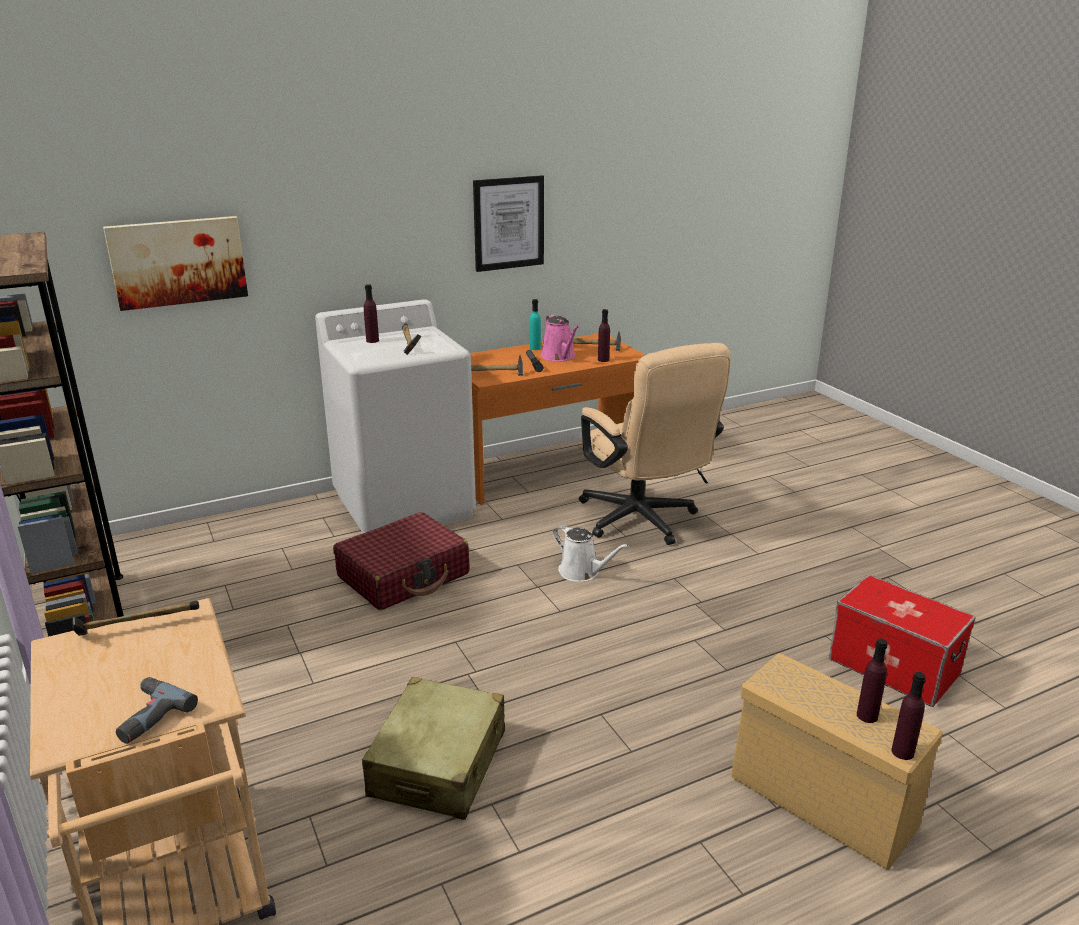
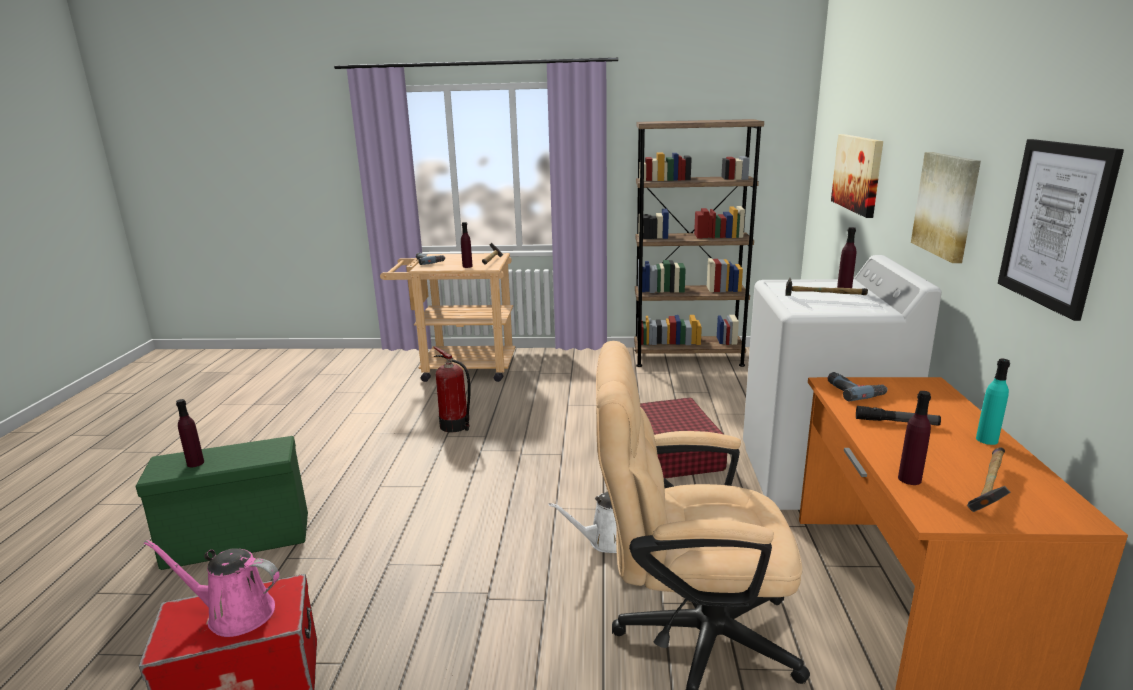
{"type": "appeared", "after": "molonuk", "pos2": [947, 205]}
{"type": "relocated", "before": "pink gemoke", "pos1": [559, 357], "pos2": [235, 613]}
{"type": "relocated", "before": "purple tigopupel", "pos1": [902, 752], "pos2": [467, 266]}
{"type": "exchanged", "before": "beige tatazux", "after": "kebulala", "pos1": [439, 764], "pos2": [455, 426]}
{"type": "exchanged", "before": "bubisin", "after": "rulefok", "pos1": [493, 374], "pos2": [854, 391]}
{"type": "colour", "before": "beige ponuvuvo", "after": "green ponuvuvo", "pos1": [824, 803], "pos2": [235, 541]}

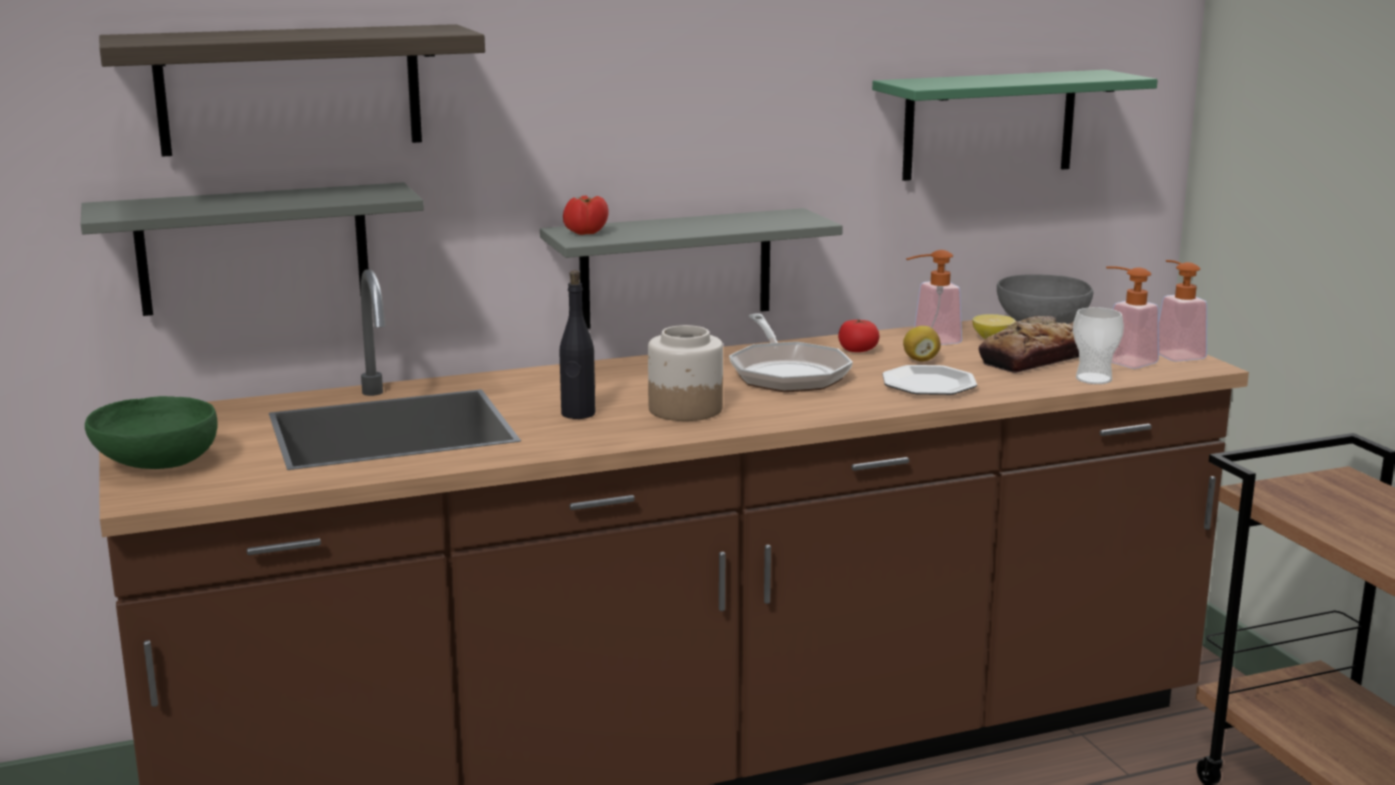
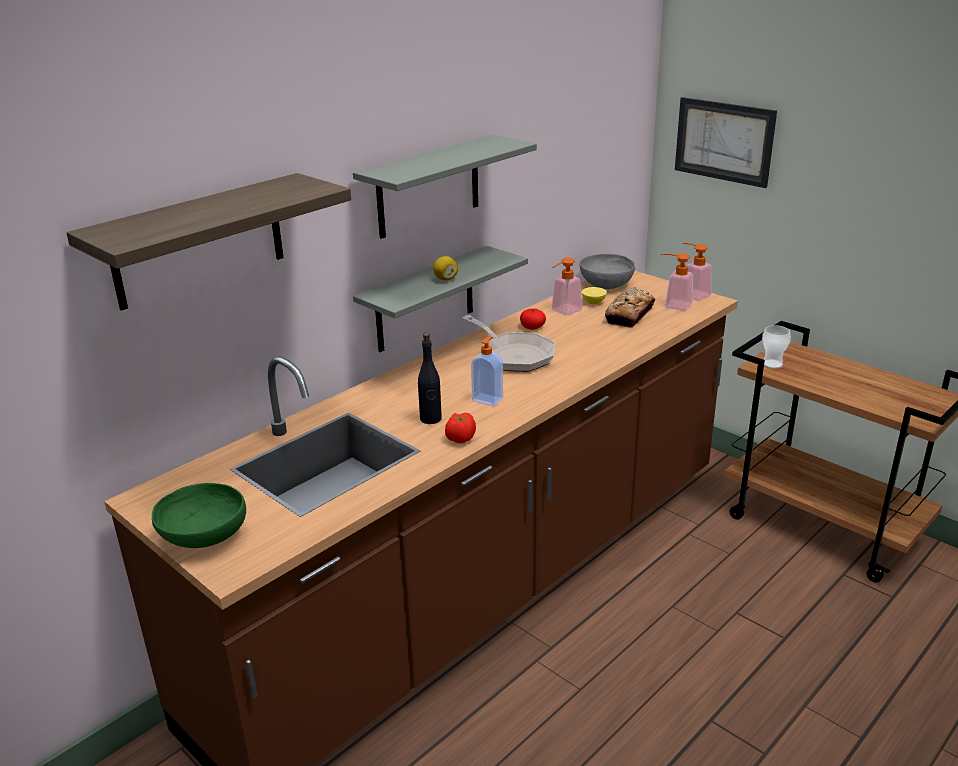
{"type": "missing", "before": "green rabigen", "pos1": [989, 124]}
{"type": "missing", "before": "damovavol", "pos1": [928, 385]}
{"type": "appeared", "after": "molonuk", "pos2": [724, 141]}
{"type": "relocated", "before": "grey rabigen", "pos1": [253, 249], "pos2": [428, 187]}
{"type": "relocated", "before": "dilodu", "pos1": [585, 233], "pos2": [460, 439]}
{"type": "relocated", "before": "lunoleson", "pos1": [920, 360], "pos2": [445, 279]}
{"type": "relocated", "before": "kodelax", "pos1": [1093, 379], "pos2": [772, 364]}
{"type": "exchanged", "before": "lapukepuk", "after": "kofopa", "pos1": [684, 409], "pos2": [488, 399]}

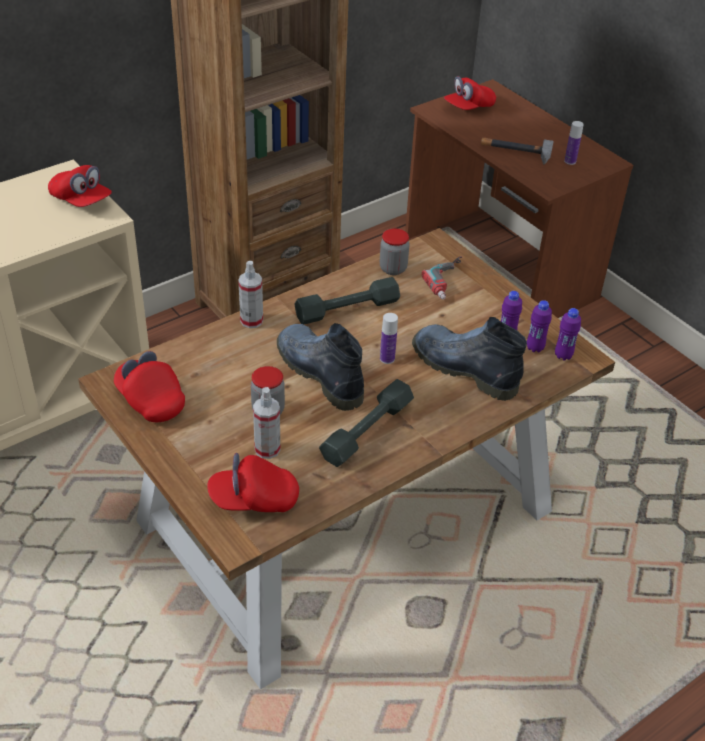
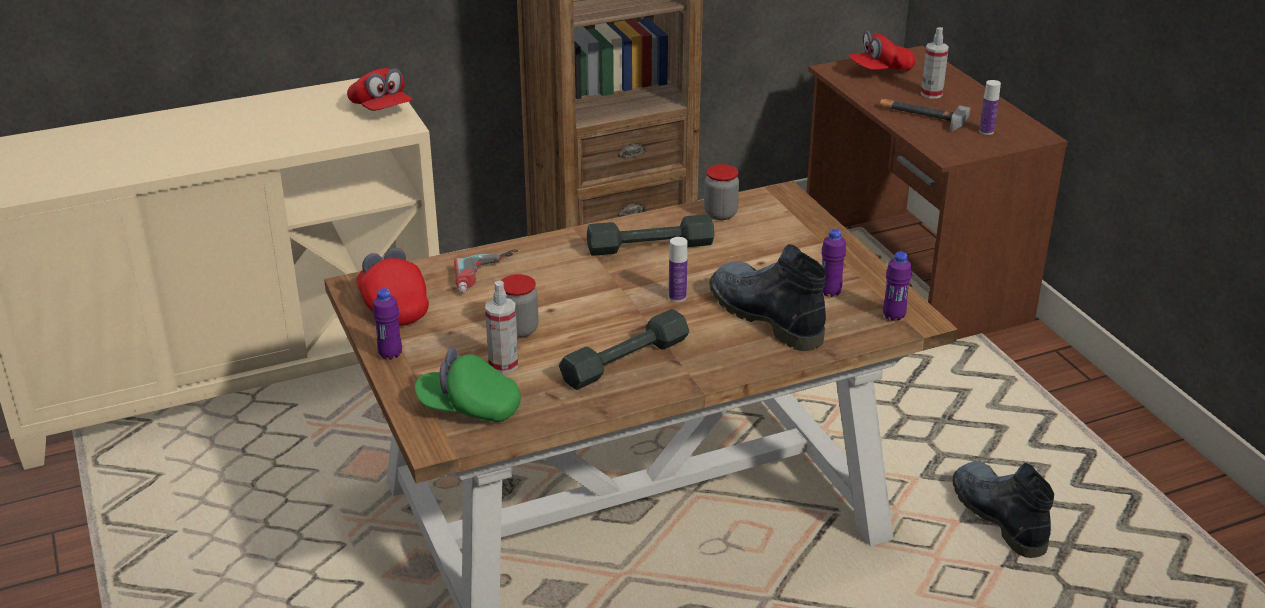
{"type": "relocated", "before": "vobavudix", "pos1": [251, 321], "pos2": [931, 94]}
{"type": "relocated", "before": "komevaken", "pos1": [318, 372], "pos2": [997, 516]}
{"type": "relocated", "before": "rulefok", "pos1": [450, 281], "pos2": [488, 276]}
{"type": "relocated", "before": "purple tigopupel", "pos1": [535, 348], "pos2": [390, 354]}
{"type": "colour", "before": "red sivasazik", "after": "green sivasazik", "pos1": [254, 499], "pos2": [469, 408]}

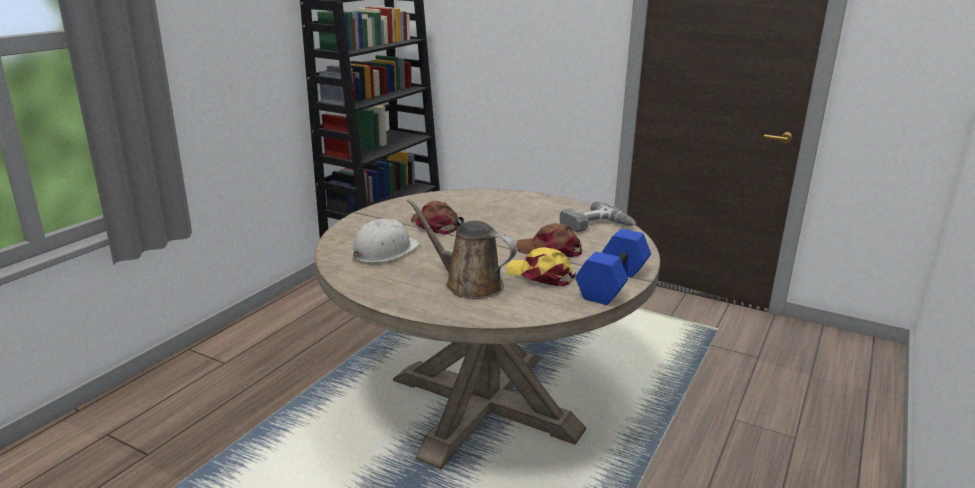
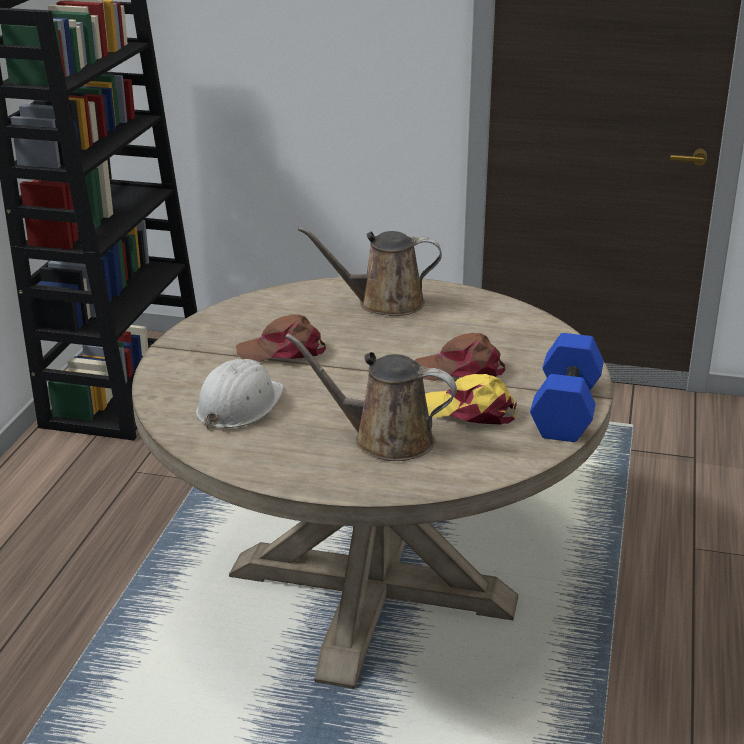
{"type": "missing", "before": "rulefok", "pos1": [597, 226]}
{"type": "appeared", "after": "brown gemoke", "pos2": [384, 303]}
{"type": "spun", "before": "brown sivasazik", "pos1": [435, 225], "pos2": [282, 351], "turn": -45}

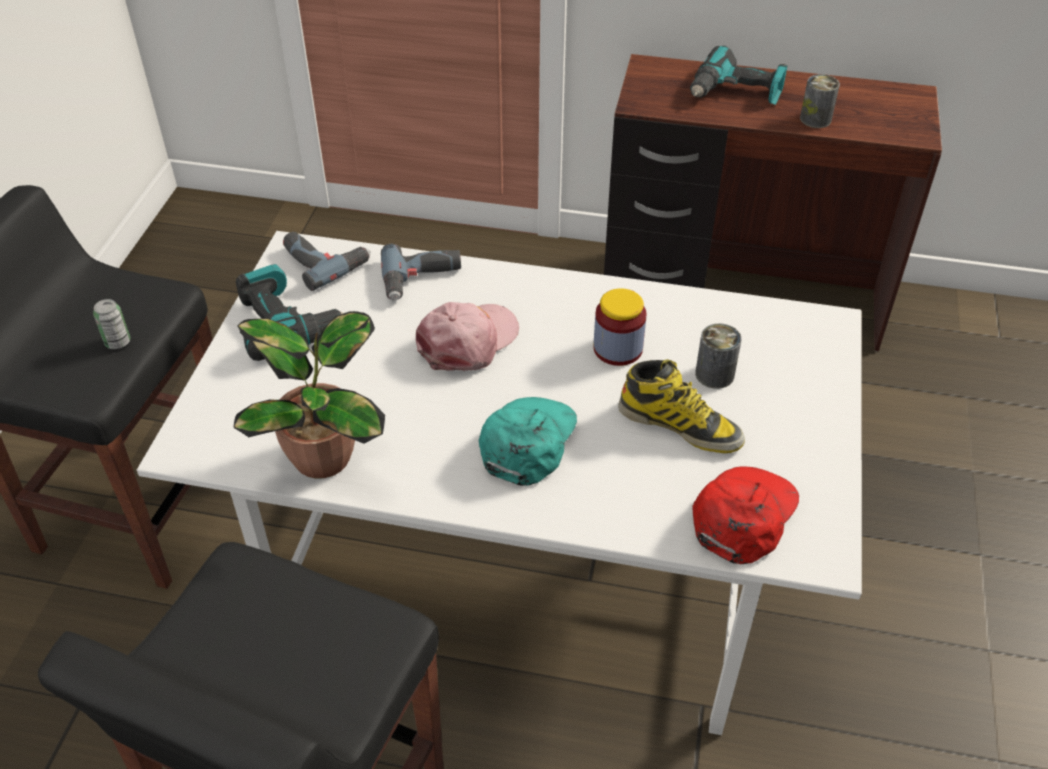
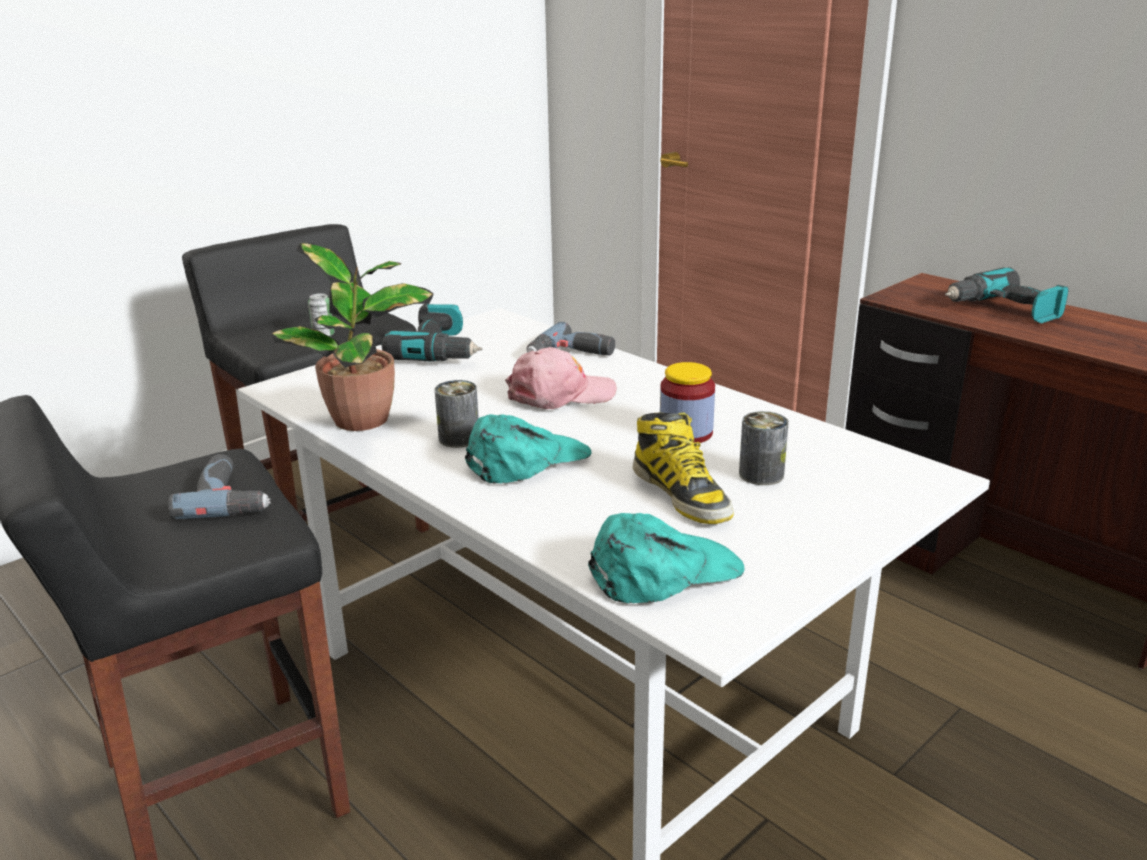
{"type": "relocated", "before": "rulefok", "pos1": [324, 260], "pos2": [231, 497]}
{"type": "relocated", "before": "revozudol", "pos1": [815, 119], "pos2": [459, 438]}
{"type": "colour", "before": "red sivasazik", "after": "turquoise sivasazik", "pos1": [743, 515], "pos2": [664, 571]}

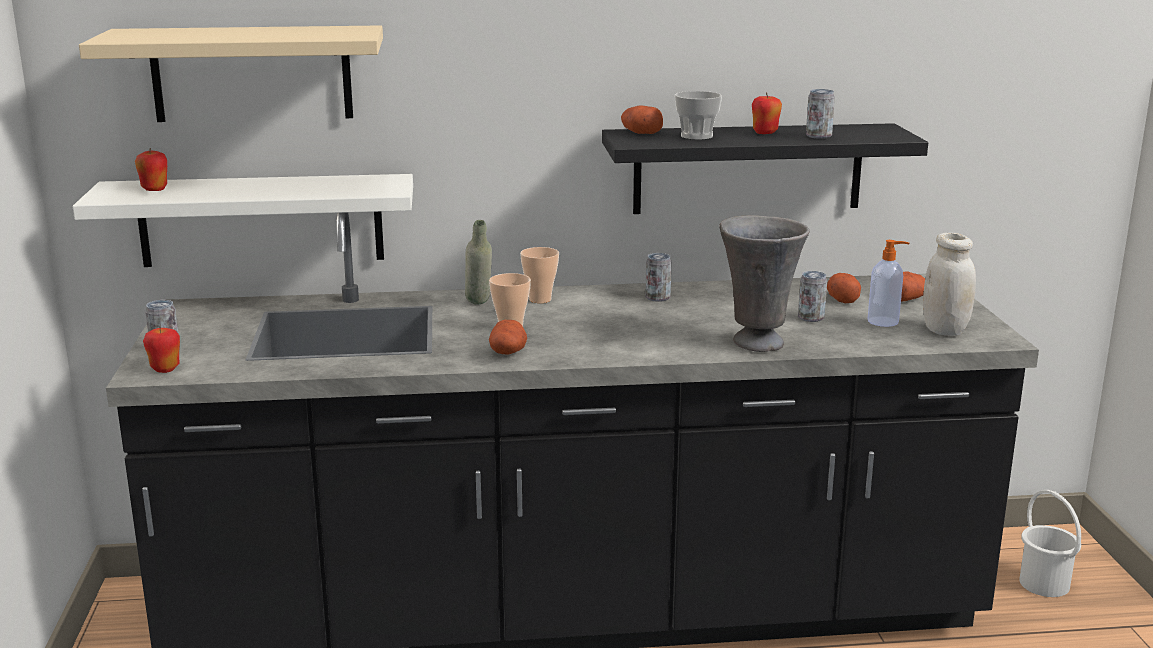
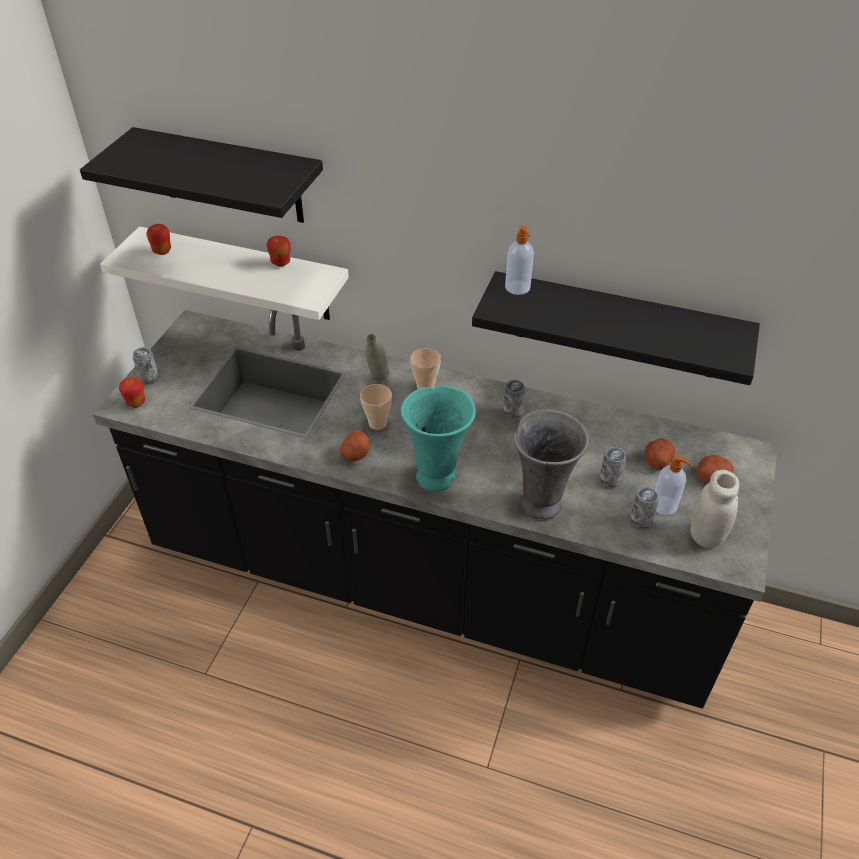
{"type": "missing", "before": "kodelax", "pos1": [696, 136]}
{"type": "missing", "before": "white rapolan", "pos1": [1044, 583]}
{"type": "appeared", "after": "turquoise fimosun", "pos2": [437, 476]}
{"type": "relocated", "before": "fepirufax", "pos1": [765, 133], "pos2": [281, 263]}
{"type": "relocated", "before": "revozudol", "pos1": [818, 136], "pos2": [640, 520]}
{"type": "exchanged", "before": "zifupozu", "after": "kofopa", "pos1": [640, 133], "pos2": [518, 288]}
{"type": "colour", "before": "beige rabigen", "after": "black rabigen", "pos1": [252, 73], "pos2": [230, 176]}

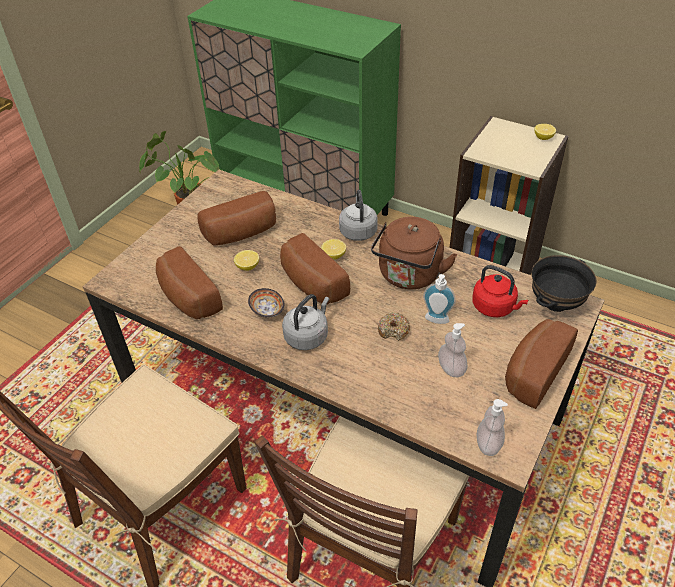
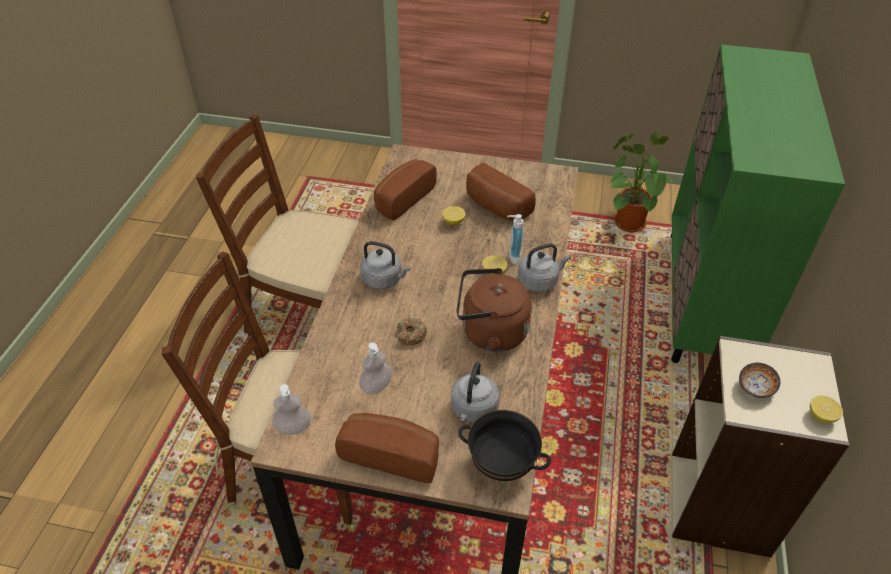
{"type": "missing", "before": "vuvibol", "pos1": [310, 284]}
{"type": "relocated", "before": "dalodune", "pos1": [267, 310], "pos2": [755, 387]}
{"type": "relocated", "before": "kofopa", "pos1": [436, 321], "pos2": [512, 257]}
{"type": "colour", "before": "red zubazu", "after": "grey zubazu", "pos1": [495, 307], "pos2": [473, 410]}

